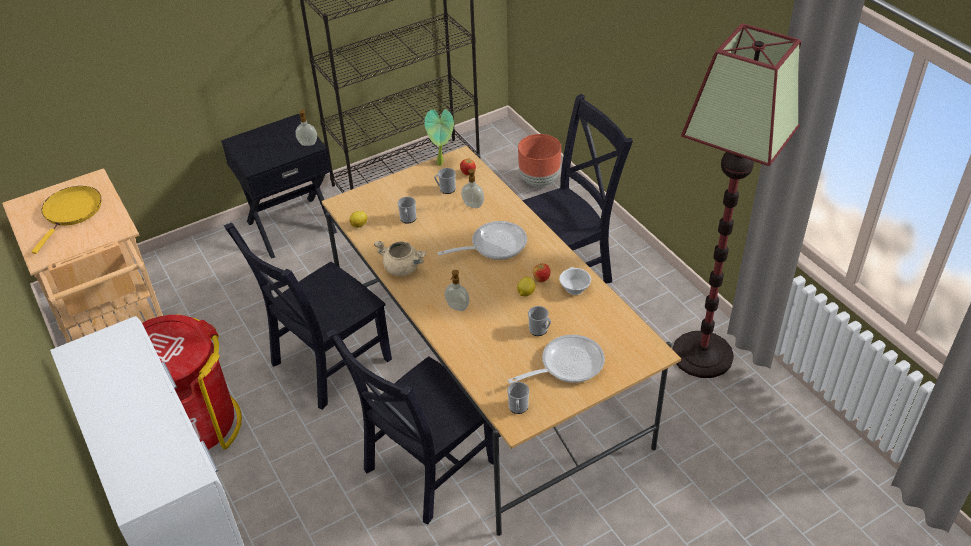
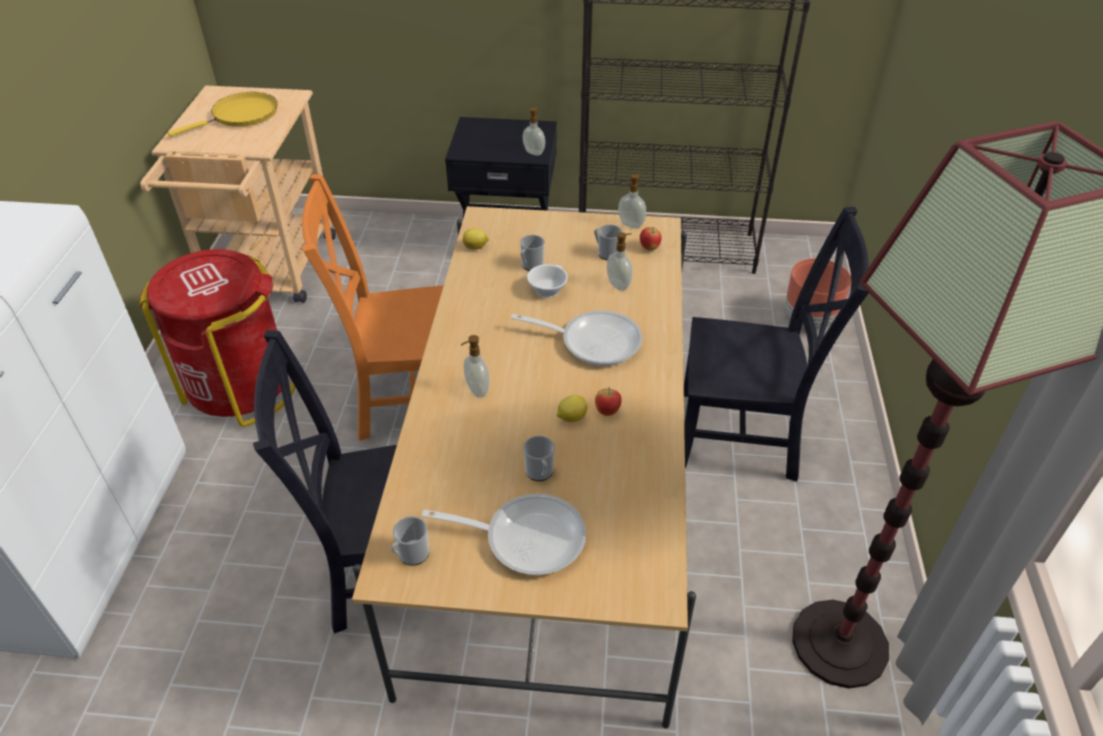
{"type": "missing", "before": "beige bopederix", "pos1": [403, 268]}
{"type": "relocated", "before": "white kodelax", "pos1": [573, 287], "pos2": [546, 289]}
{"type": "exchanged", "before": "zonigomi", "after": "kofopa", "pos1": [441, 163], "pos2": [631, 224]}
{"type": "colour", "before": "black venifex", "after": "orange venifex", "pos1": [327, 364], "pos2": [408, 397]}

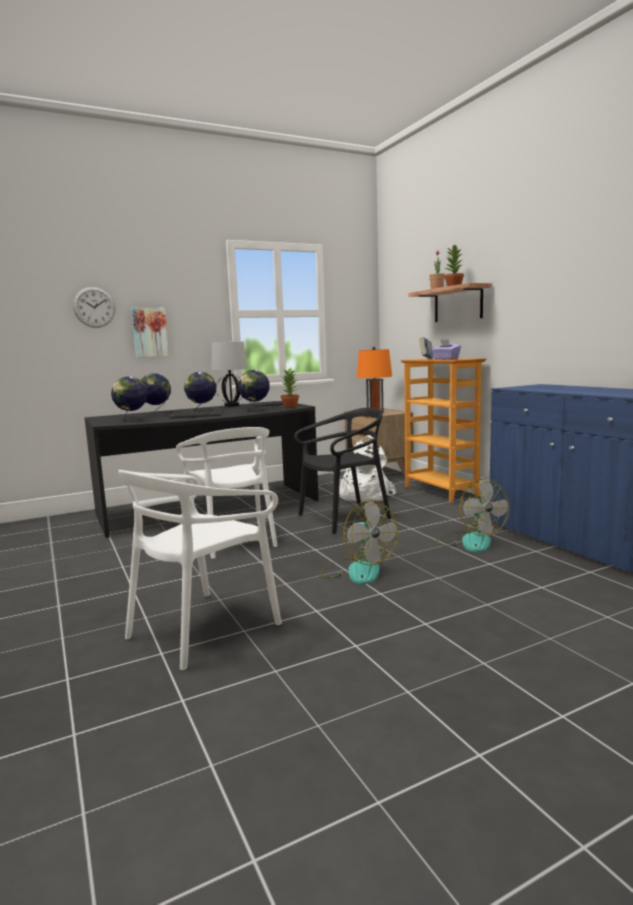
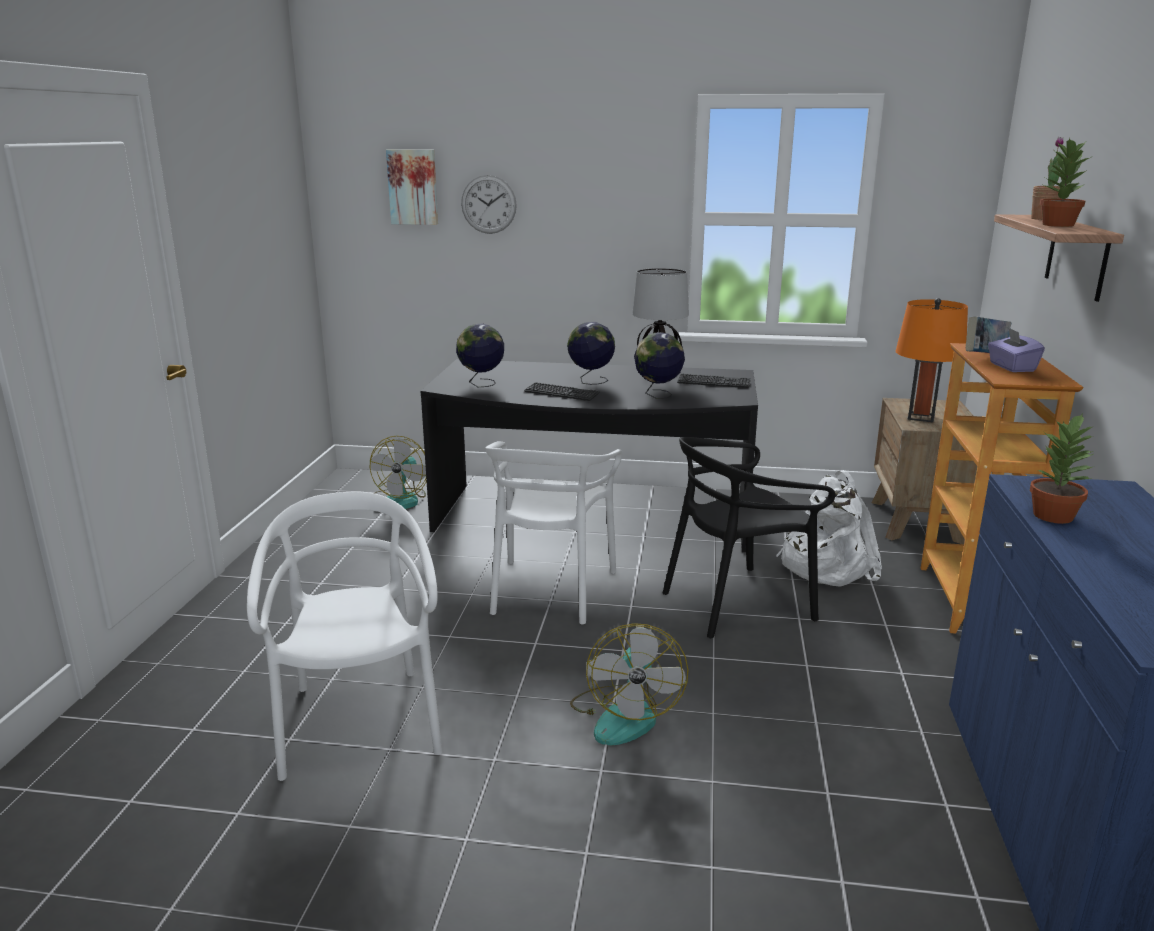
{"type": "missing", "before": "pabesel", "pos1": [156, 413]}
{"type": "relocated", "before": "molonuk", "pos1": [150, 332], "pos2": [413, 187]}
{"type": "relocated", "before": "zonigomi", "pos1": [290, 406], "pos2": [1054, 516]}
{"type": "relocated", "before": "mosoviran", "pos1": [470, 541], "pos2": [401, 500]}
{"type": "spun", "before": "white venifex", "pos1": [202, 628], "pos2": [359, 723], "turn": 90}
{"type": "spun", "before": "black venifex", "pos1": [344, 518], "pos2": [737, 603], "turn": 150}

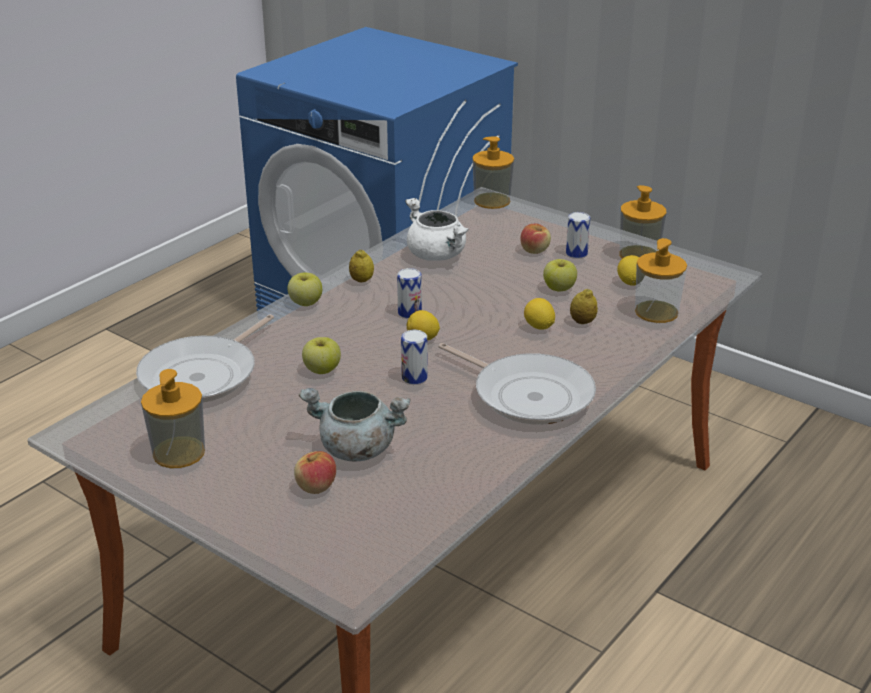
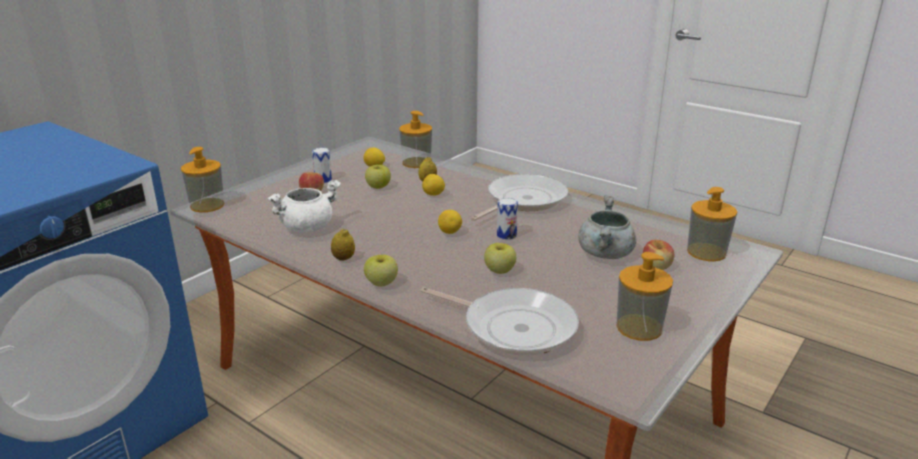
{"type": "missing", "before": "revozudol", "pos1": [409, 313]}
{"type": "relocated", "before": "kofopa", "pos1": [639, 255], "pos2": [706, 252]}

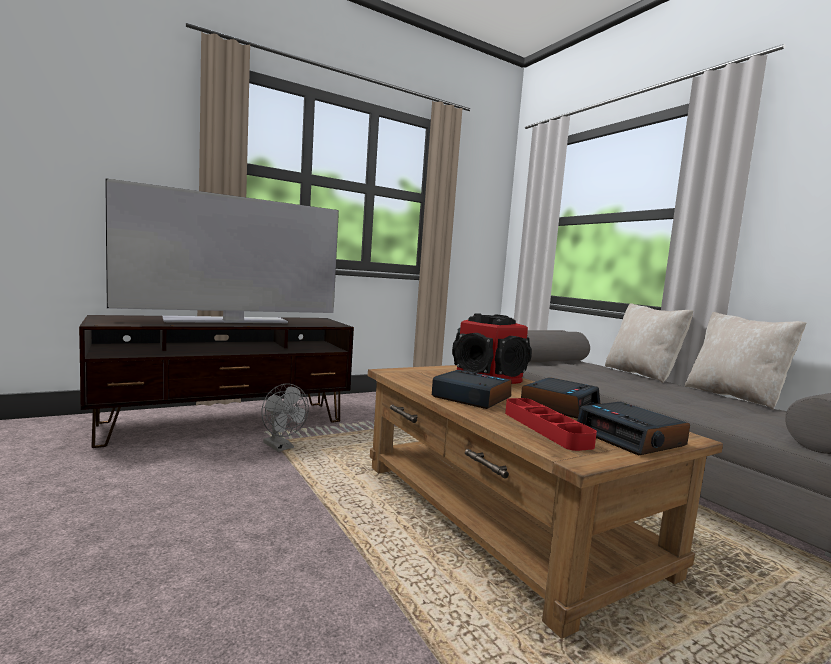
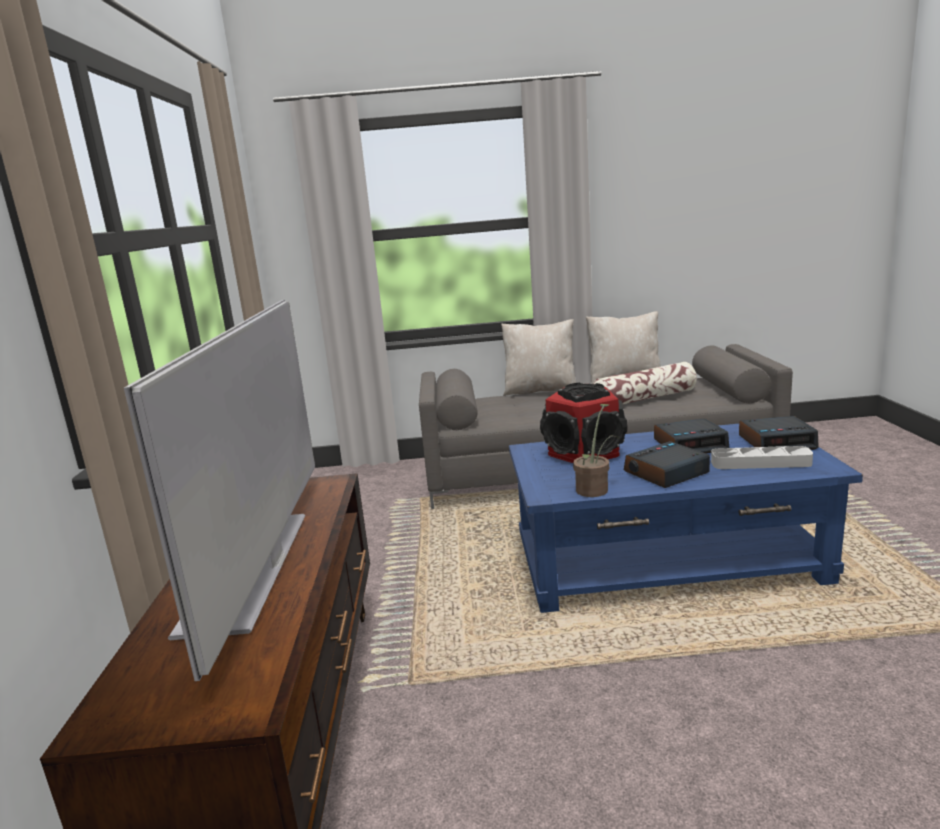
{"type": "missing", "before": "grey mosoviran", "pos1": [281, 447]}
{"type": "appeared", "after": "zonigomi", "pos2": [595, 488]}
{"type": "appeared", "after": "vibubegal", "pos2": [644, 398]}
{"type": "colour", "before": "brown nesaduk", "after": "blue nesaduk", "pos1": [501, 515], "pos2": [666, 561]}
{"type": "colour", "before": "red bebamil", "after": "grey bebamil", "pos1": [545, 428], "pos2": [760, 463]}
{"type": "spun", "before": "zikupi", "pos1": [559, 406], "pos2": [690, 445], "turn": 105}

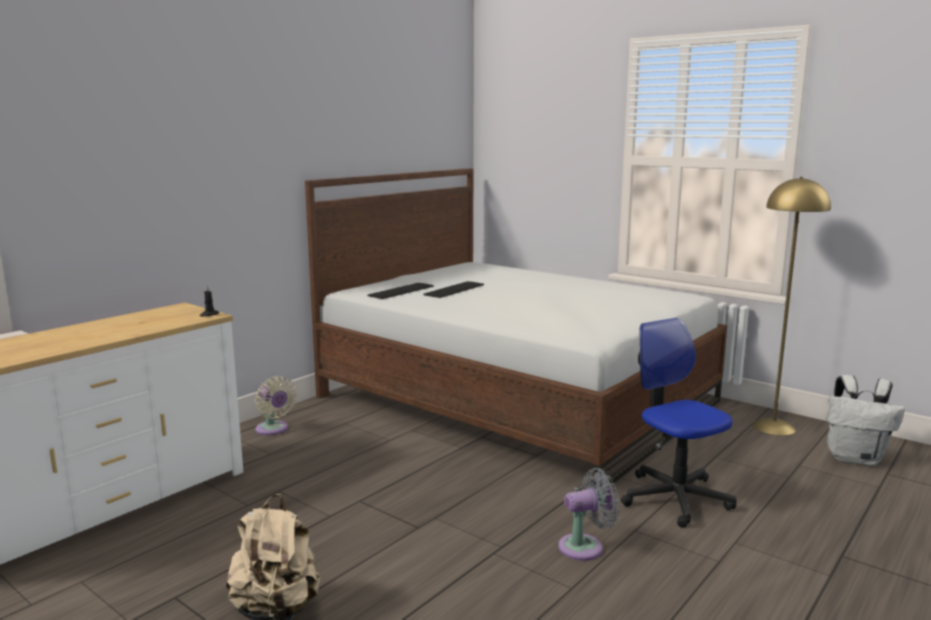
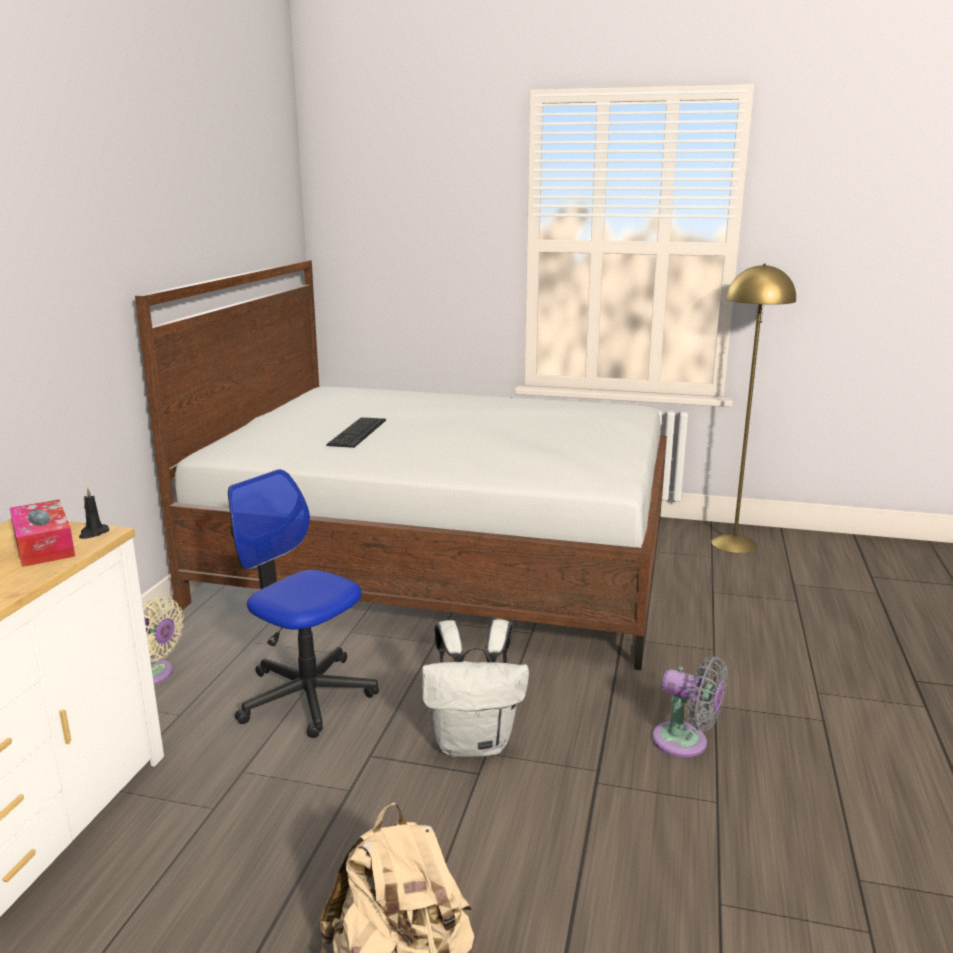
{"type": "missing", "before": "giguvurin", "pos1": [401, 291]}
{"type": "appeared", "after": "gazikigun", "pos2": [44, 545]}
{"type": "relocated", "before": "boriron", "pos1": [675, 498], "pos2": [306, 695]}
{"type": "relocated", "before": "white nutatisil", "pos1": [855, 458], "pos2": [474, 743]}
{"type": "spun", "before": "grey mosoviran", "pos1": [585, 547], "pos2": [685, 742], "turn": 75}

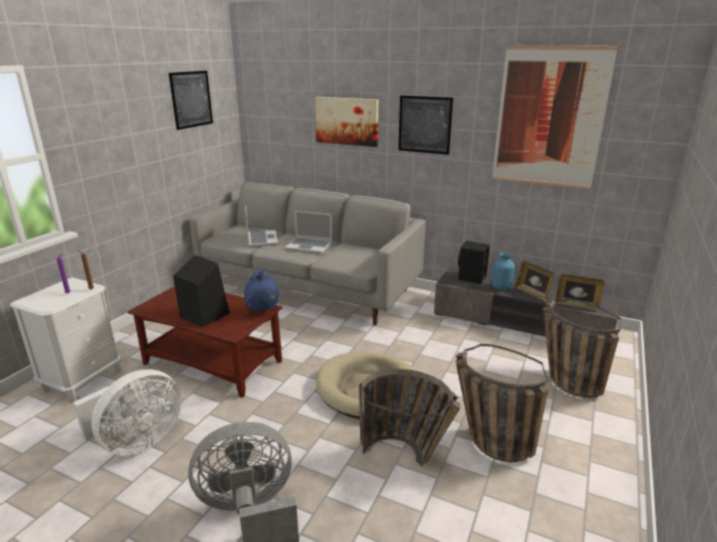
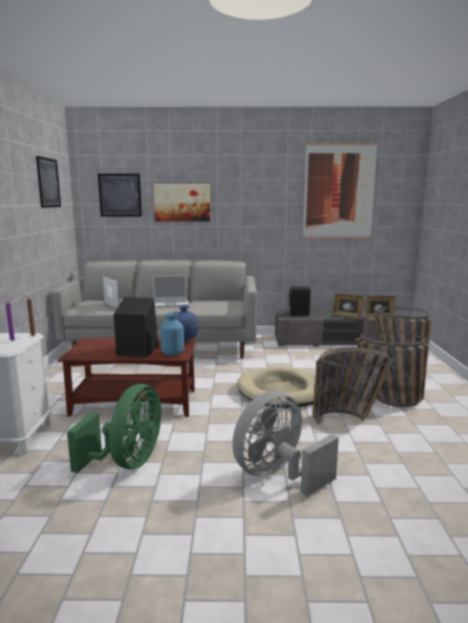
{"type": "relocated", "before": "molonuk", "pos1": [424, 125], "pos2": [120, 195]}
{"type": "relocated", "before": "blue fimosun", "pos1": [500, 287], "pos2": [172, 353]}
{"type": "colour", "before": "white mosoviran", "after": "green mosoviran", "pos1": [137, 442], "pos2": [128, 462]}

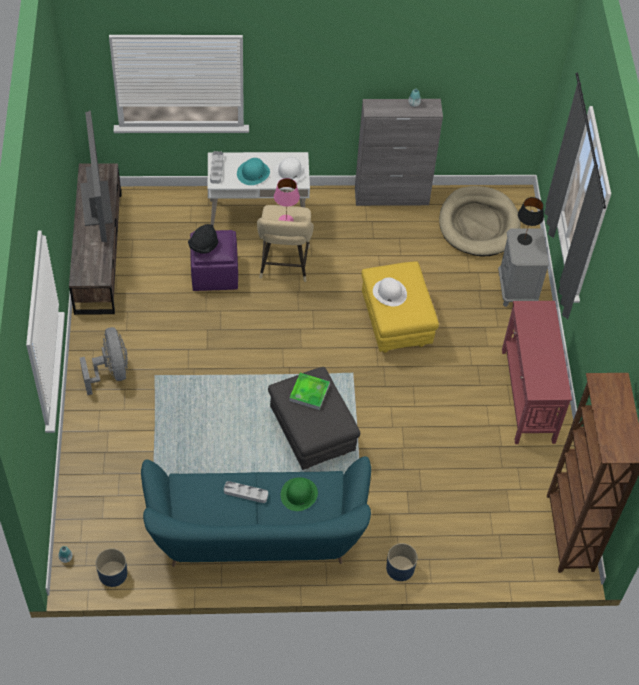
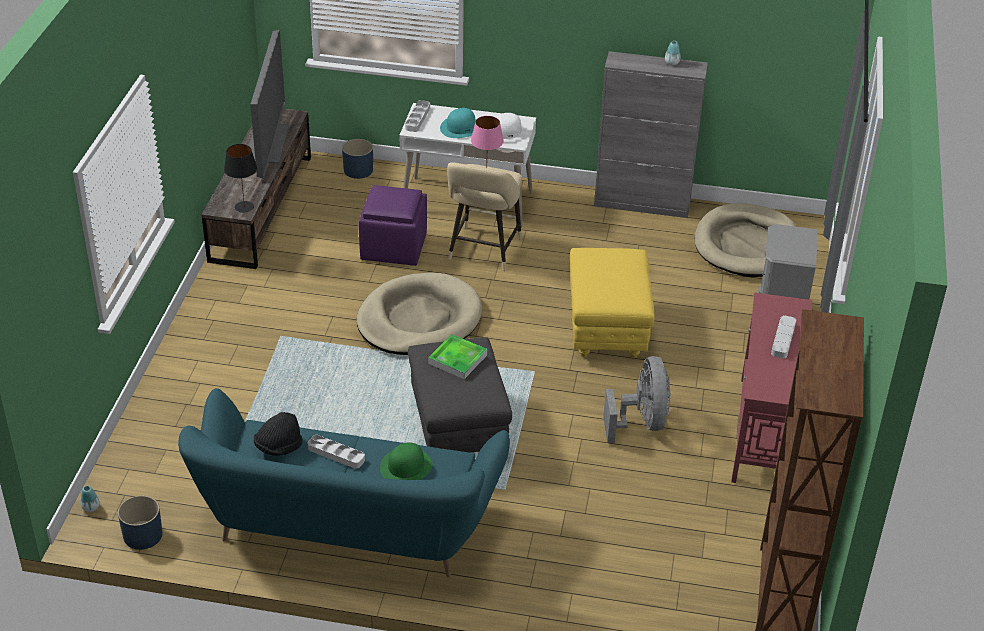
{"type": "missing", "before": "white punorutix", "pos1": [389, 292]}
{"type": "appeared", "after": "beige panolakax", "pos2": [419, 320]}
{"type": "appeared", "after": "grey bebamil", "pos2": [783, 339]}
{"type": "relocated", "before": "grey mosoviran", "pos1": [111, 372], "pos2": [641, 422]}
{"type": "relocated", "before": "black punorutix", "pos1": [203, 246], "pos2": [278, 447]}
{"type": "relocated", "before": "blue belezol", "pos1": [400, 568], "pos2": [358, 170]}
{"type": "relocated", "before": "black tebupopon", "pos1": [524, 239], "pos2": [244, 207]}

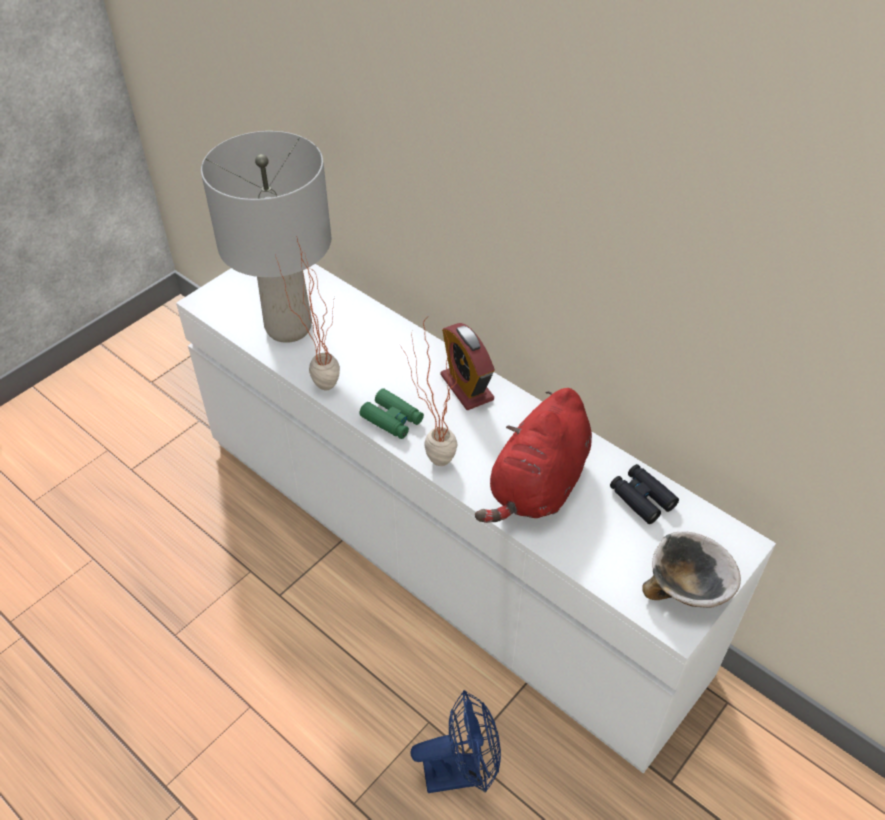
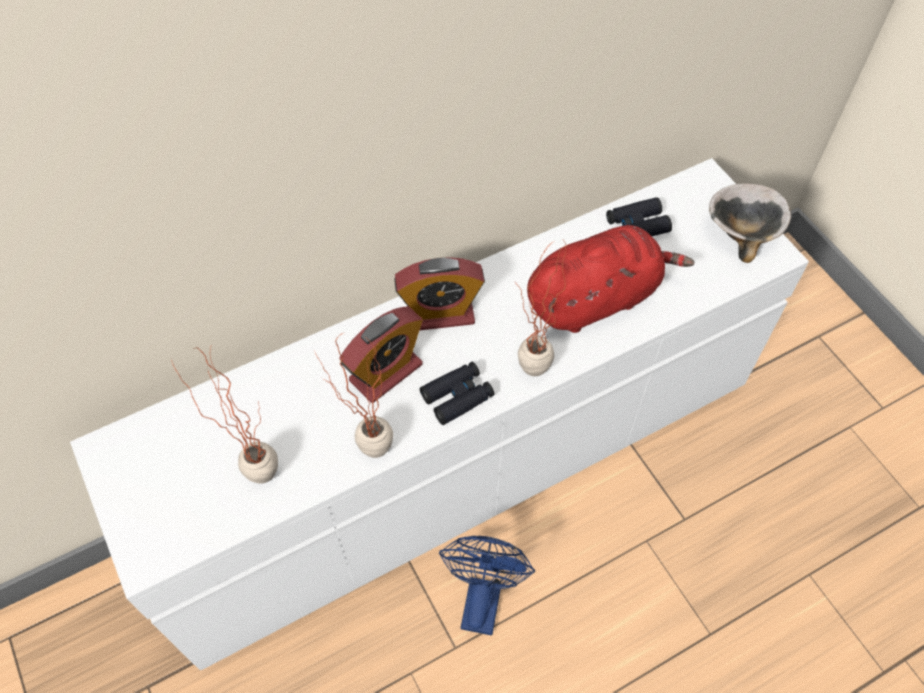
{"type": "appeared", "after": "zikupi", "pos2": [386, 372]}
{"type": "relocated", "before": "blue mosoviran", "pos1": [461, 771], "pos2": [482, 596]}
{"type": "exchanged", "before": "grey tebupopon", "after": "zonigomi", "pos1": [288, 328], "pos2": [255, 467]}
{"type": "colour", "before": "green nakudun", "after": "black nakudun", "pos1": [392, 419], "pos2": [457, 396]}
{"type": "spun", "before": "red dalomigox", "pos1": [537, 486], "pos2": [596, 298], "turn": -75}

